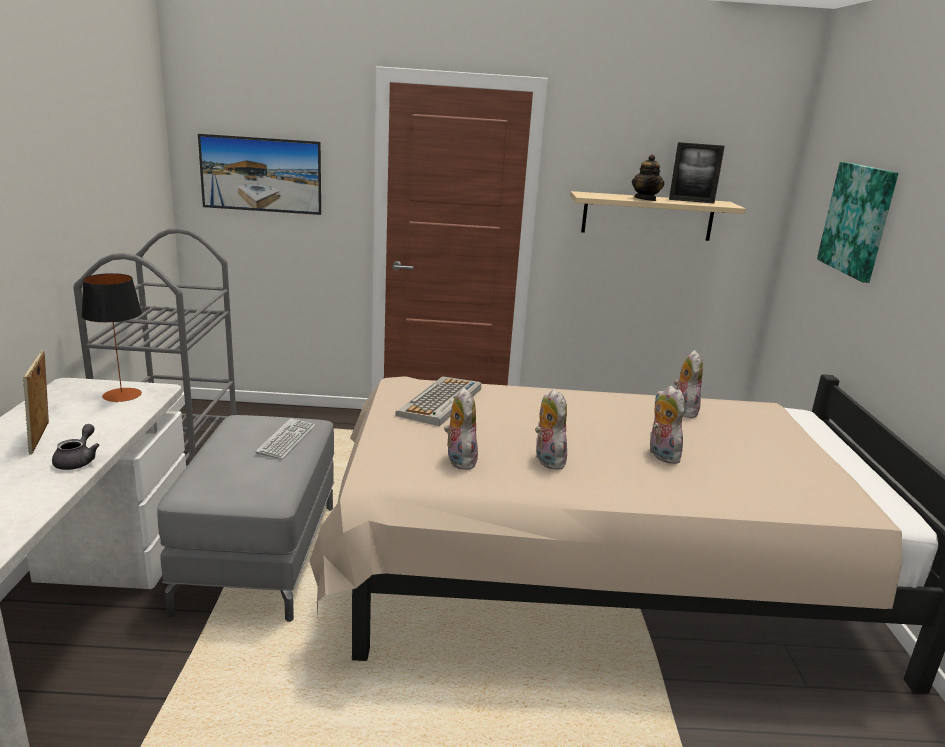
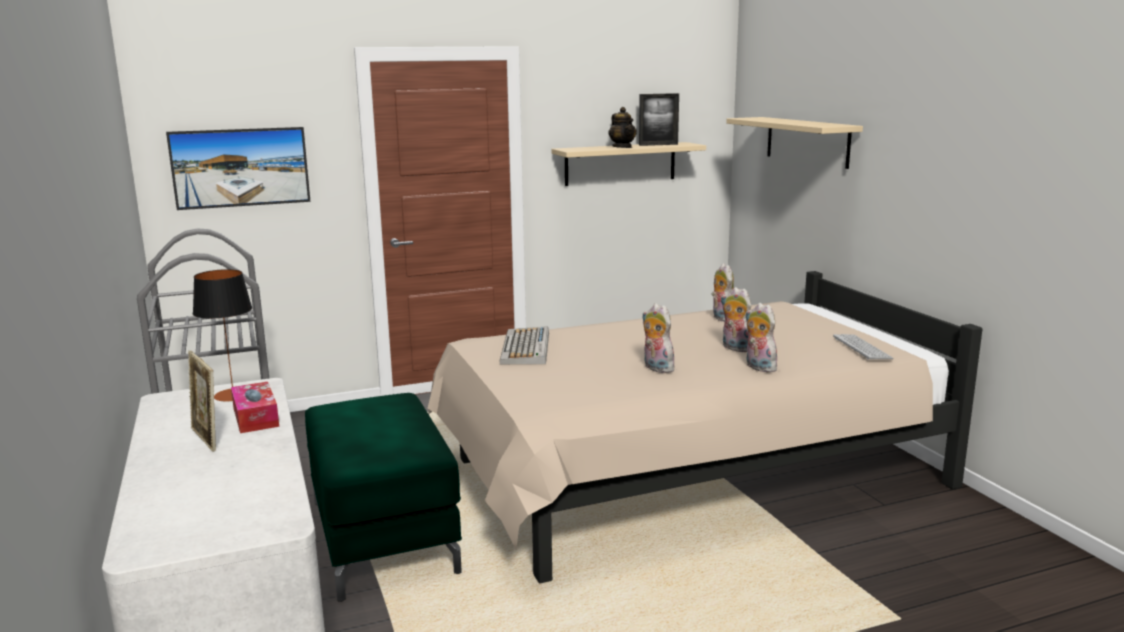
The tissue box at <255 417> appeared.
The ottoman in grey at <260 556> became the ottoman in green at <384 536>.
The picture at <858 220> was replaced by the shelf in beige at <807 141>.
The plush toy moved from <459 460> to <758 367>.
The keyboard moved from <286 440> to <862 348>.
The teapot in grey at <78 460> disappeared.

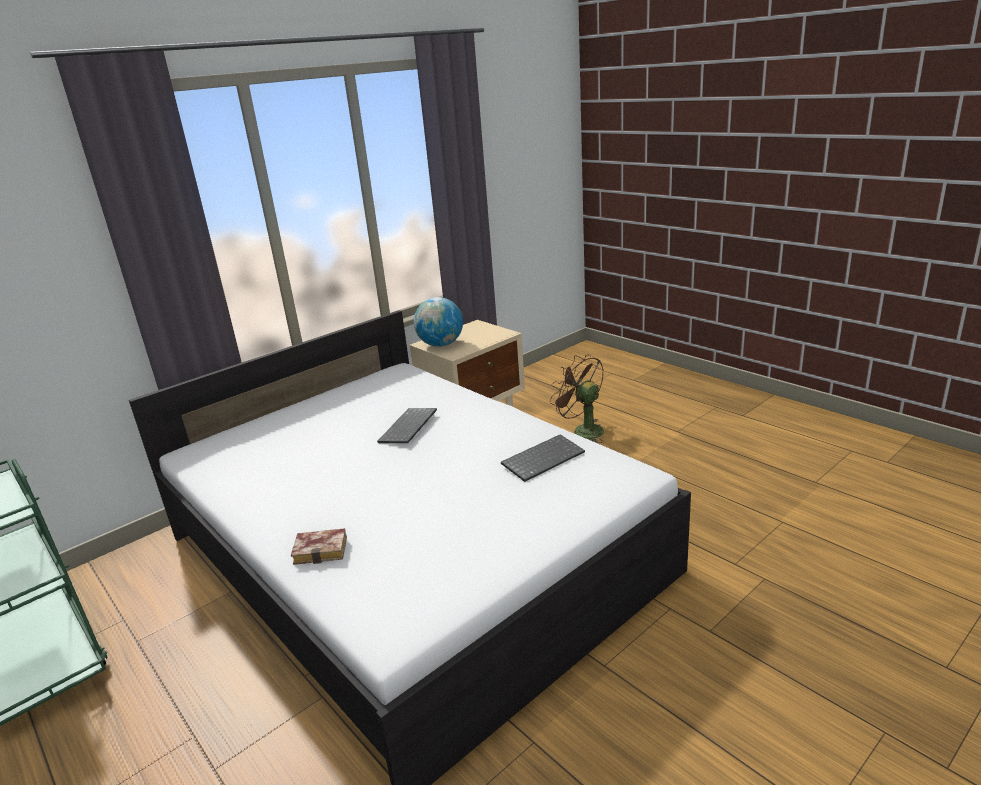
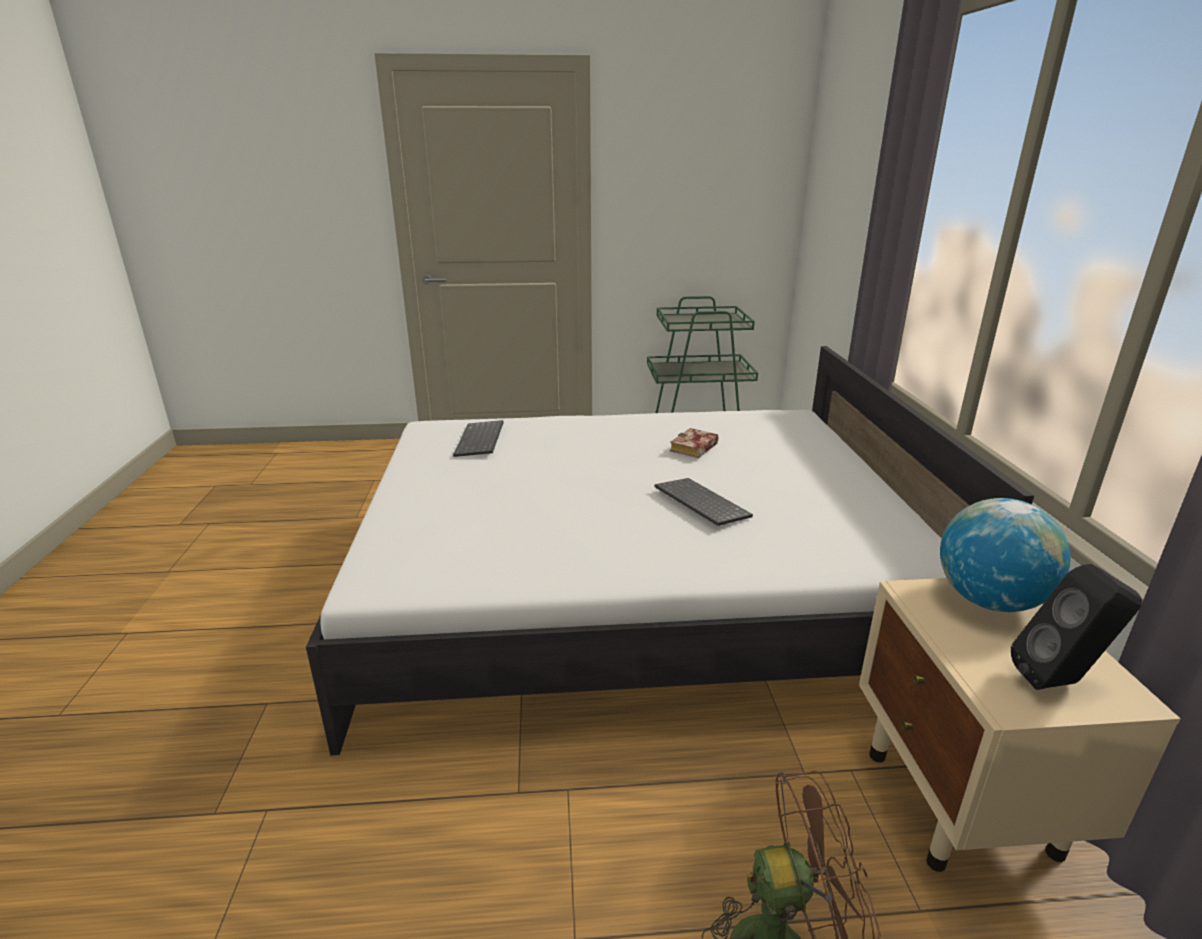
The keyboard moved from <543 458> to <481 441>.
The book moved from <323 550> to <694 449>.
The speaker in black at <1060 681> appeared.

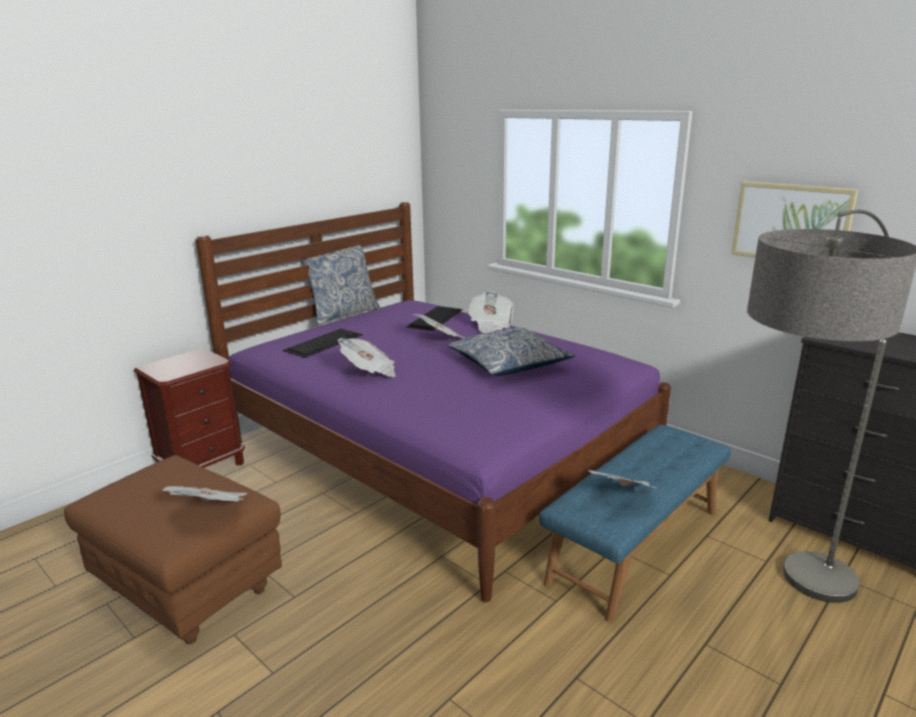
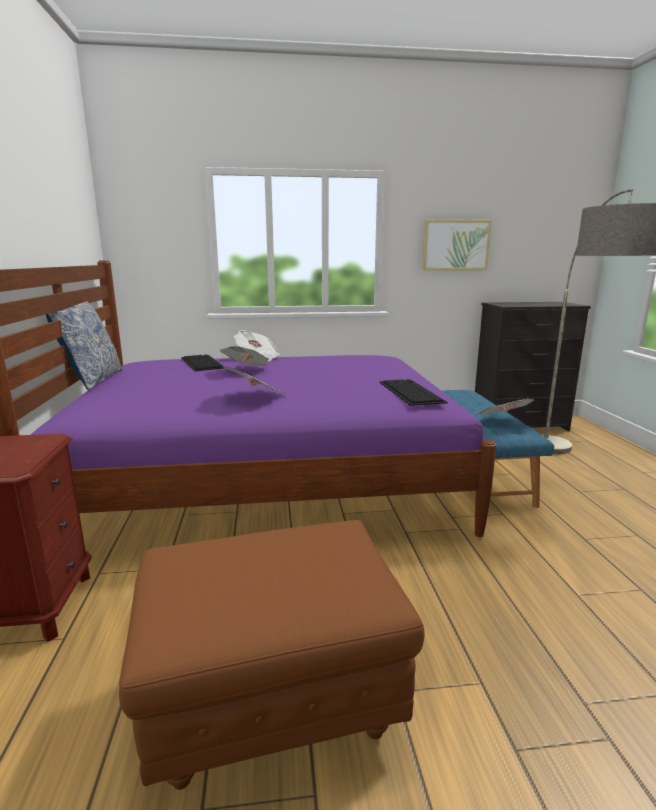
The keyboard moved from <324 342> to <410 391>.
The newspaper at <211 510> disappeared.
The pillow at <508 364> disappeared.

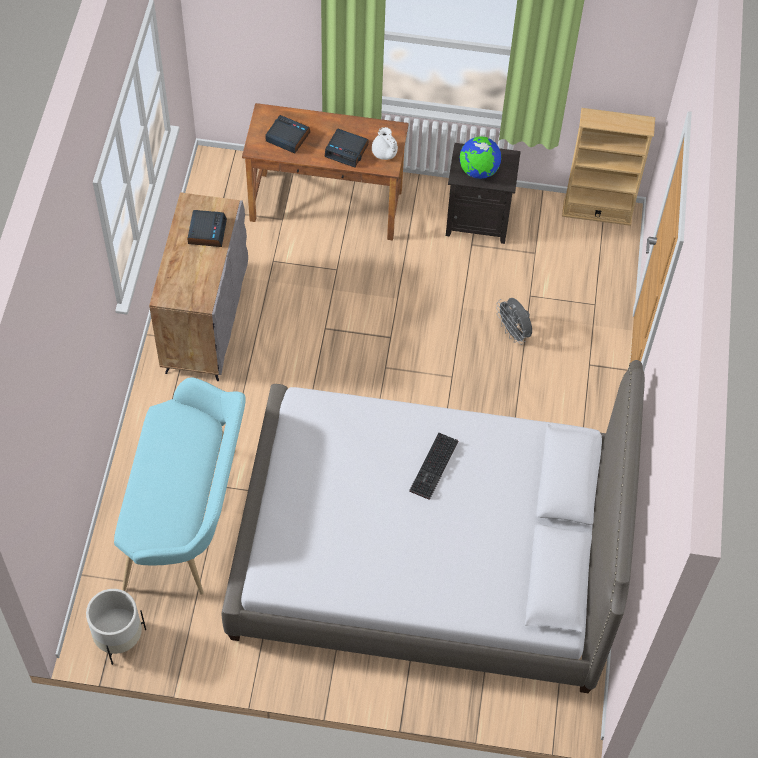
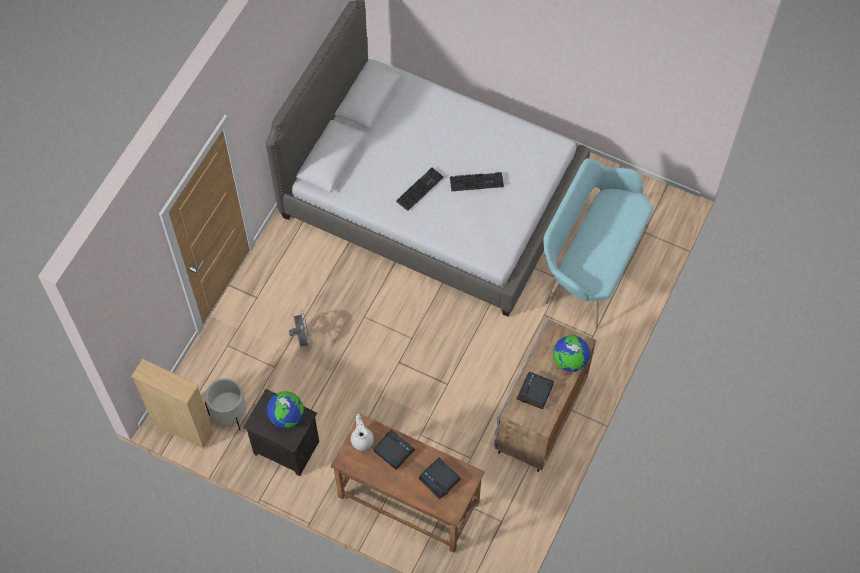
The planter in white moved from <119 638> to <229 414>.
The keyboard at <477 181> appeared.
The globe at <569 361> appeared.

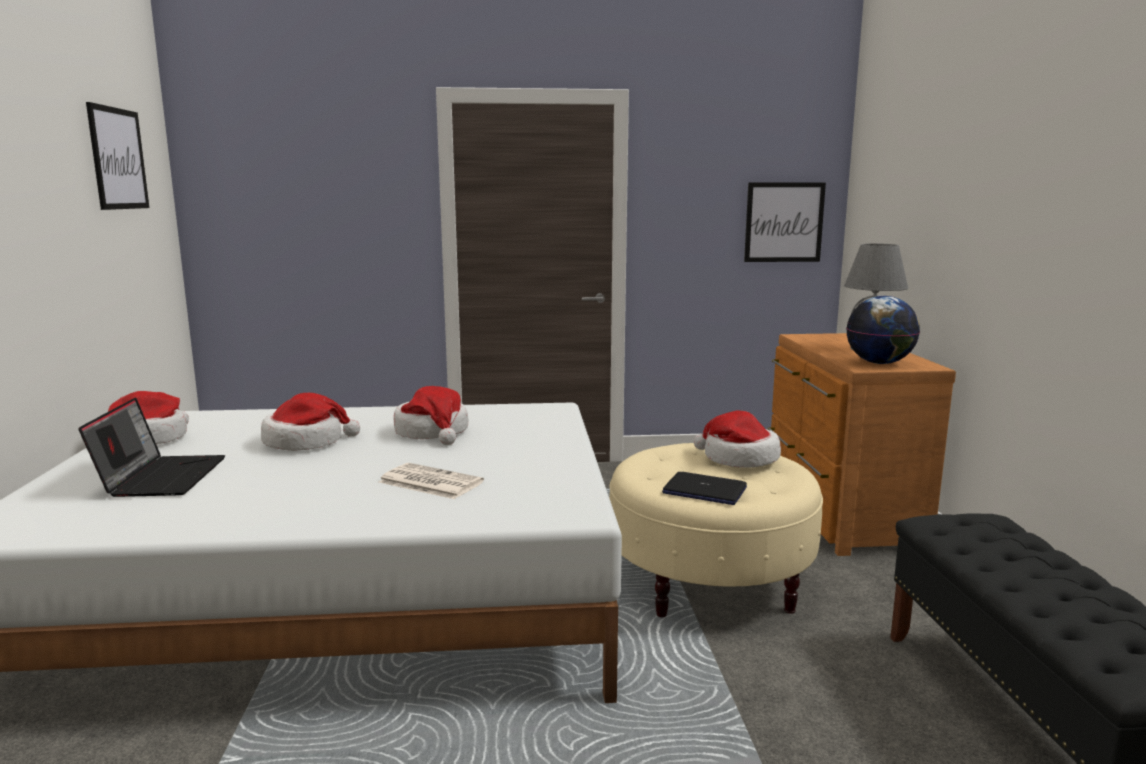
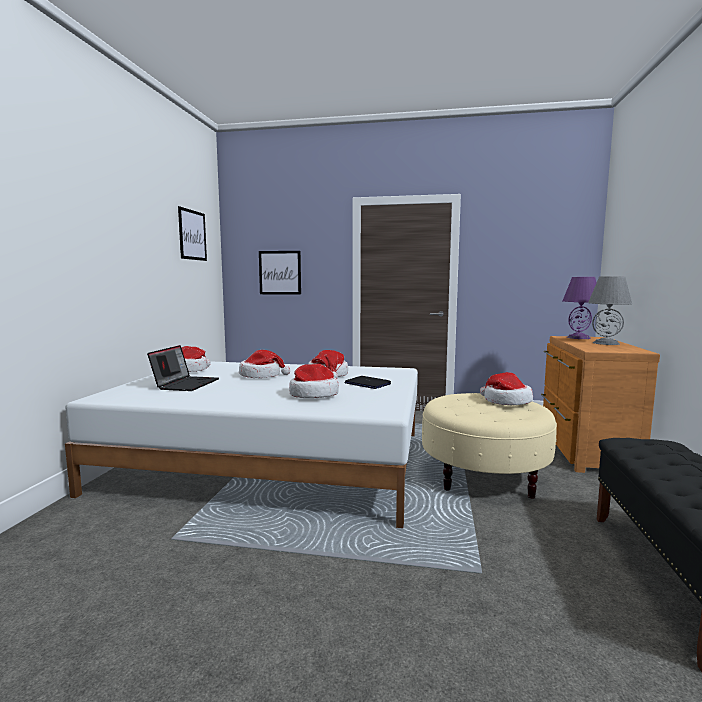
The picture moved from <784 222> to <280 272>.
The newspaper at <429 482> was replaced by the hat at <313 395>.
The laptop moved from <704 491> to <367 383>.
The table lamp in purple at <578 337> appeared.
The globe at <879 363> disappeared.

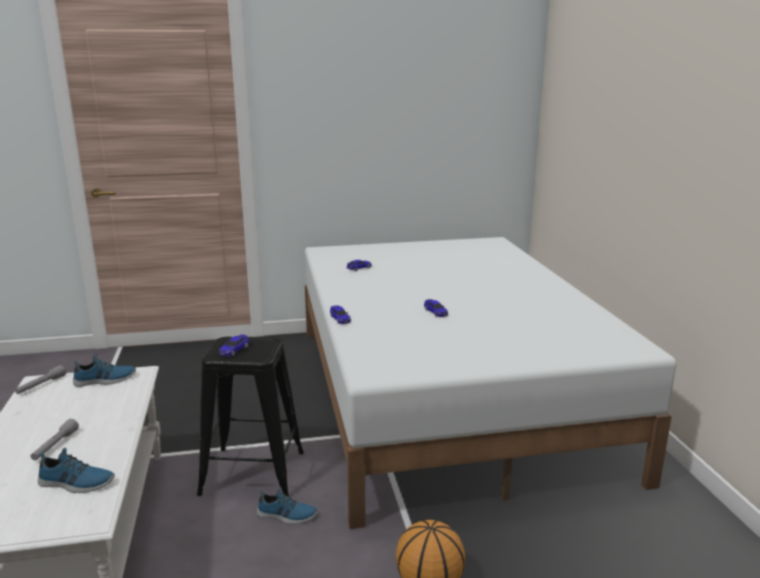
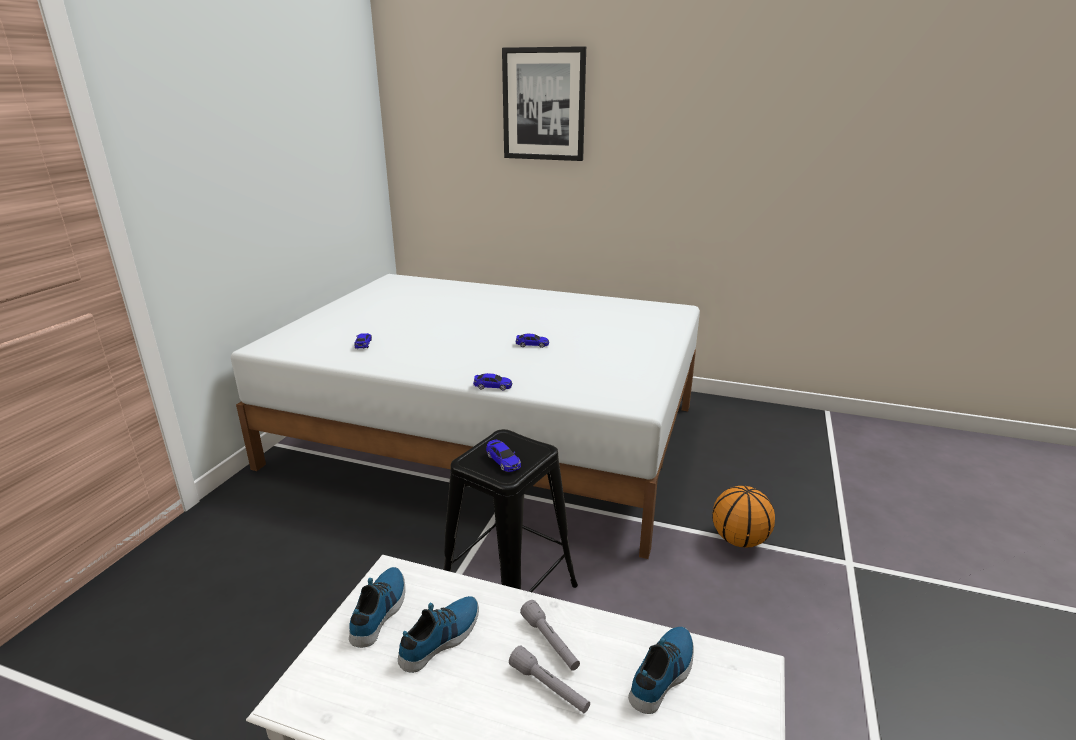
The shoe moved from <286 515> to <442 638>.
The picture at <544 104> appeared.
The flashlight in grey moved from <41 385> to <550 642>.

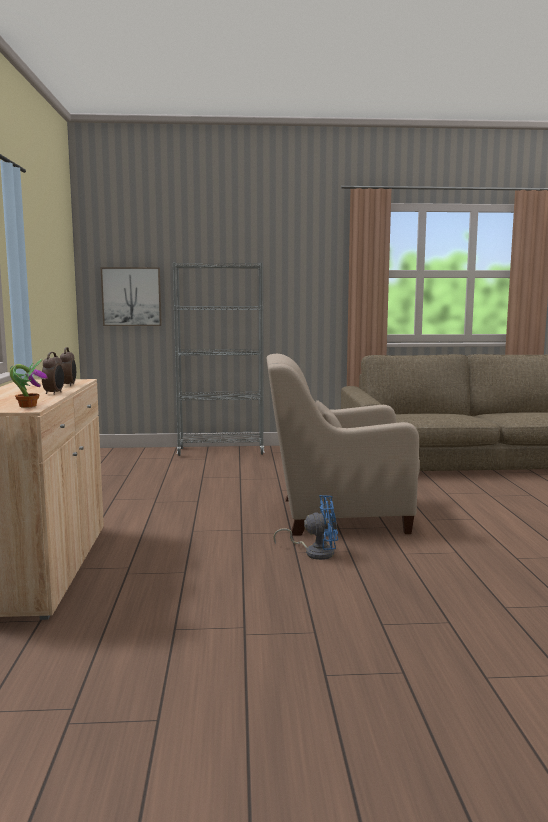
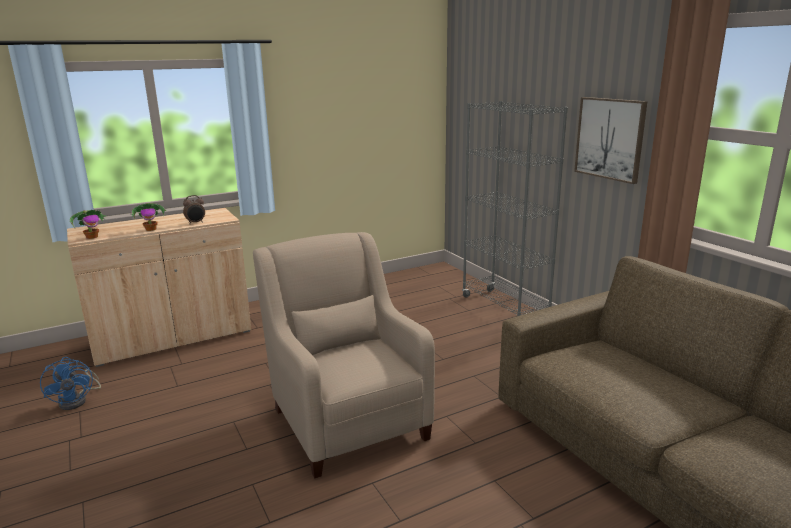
The fan in blue moved from <315 552> to <78 400>.
The alarm clock at <54 393> was replaced by the potted plant at <151 229>.
The picture moved from <131 296> to <610 138>.

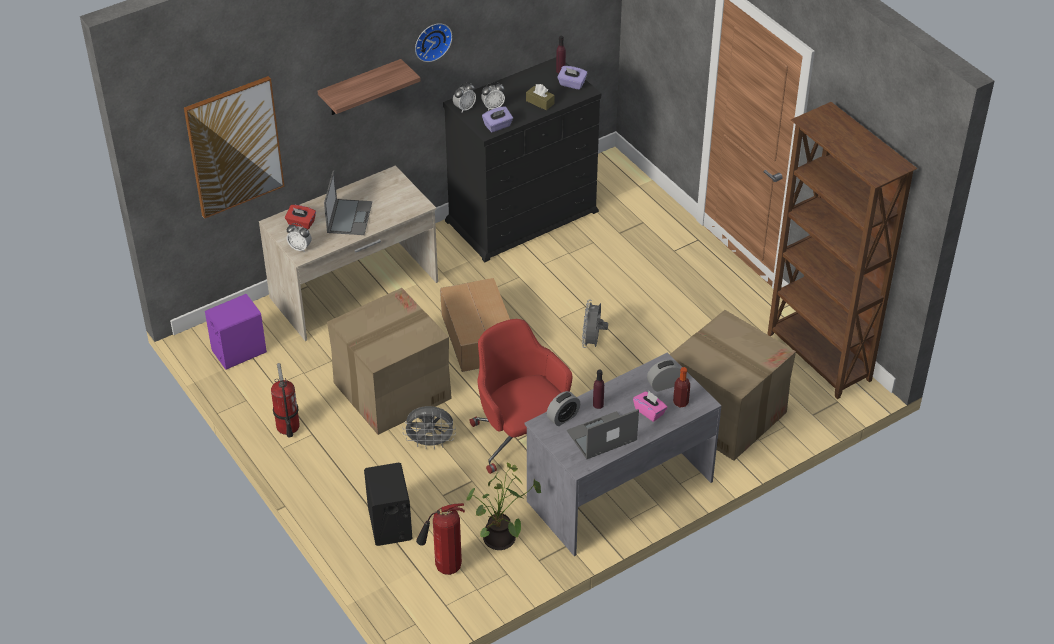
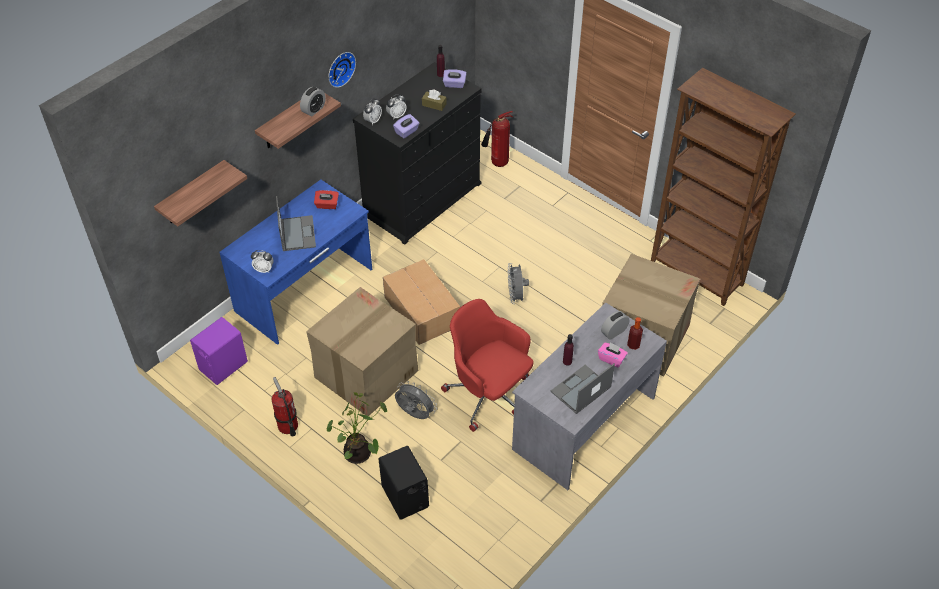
The picture at <234 147> was replaced by the shelf at <192 194>.
The desk in beige at <355 290> became the desk in blue at <305 290>.
The alarm clock moved from <563 417> to <314 110>.
The tissue box in red moved from <301 223> to <327 205>.
The potted plant moved from <501 541> to <359 454>.
The fan in grey at <430 443> turned 135 degrees counterclockwise.
The fire extinguisher moved from <445 568> to <497 164>.

